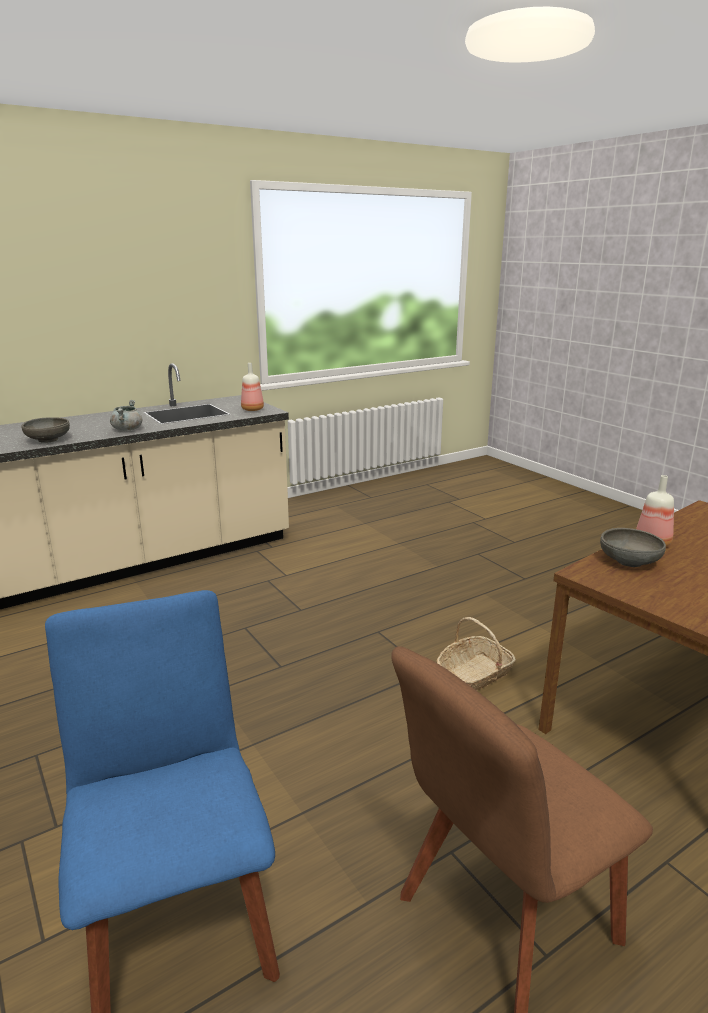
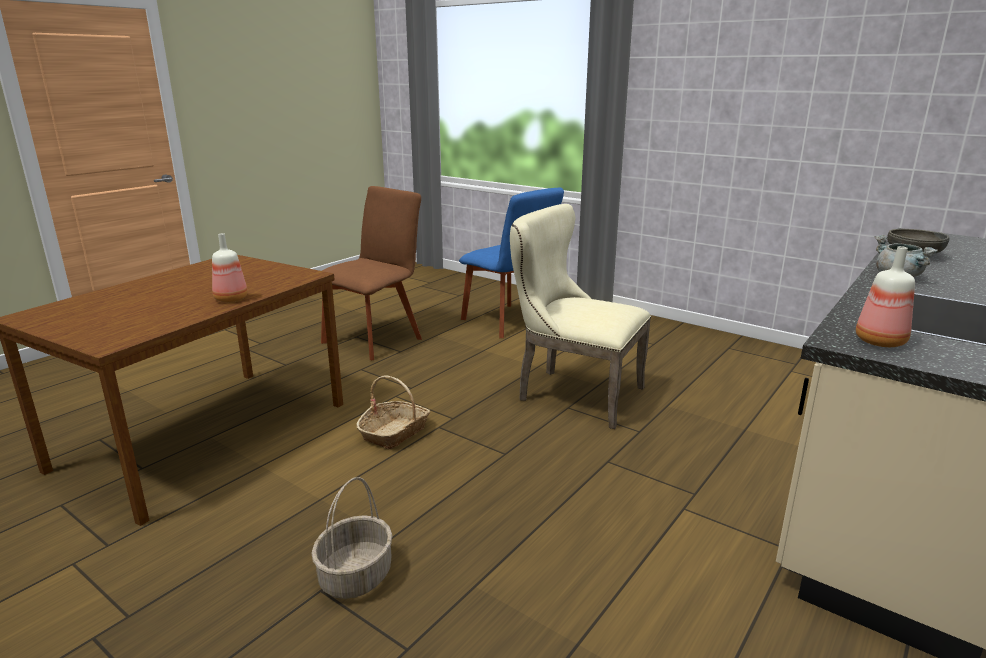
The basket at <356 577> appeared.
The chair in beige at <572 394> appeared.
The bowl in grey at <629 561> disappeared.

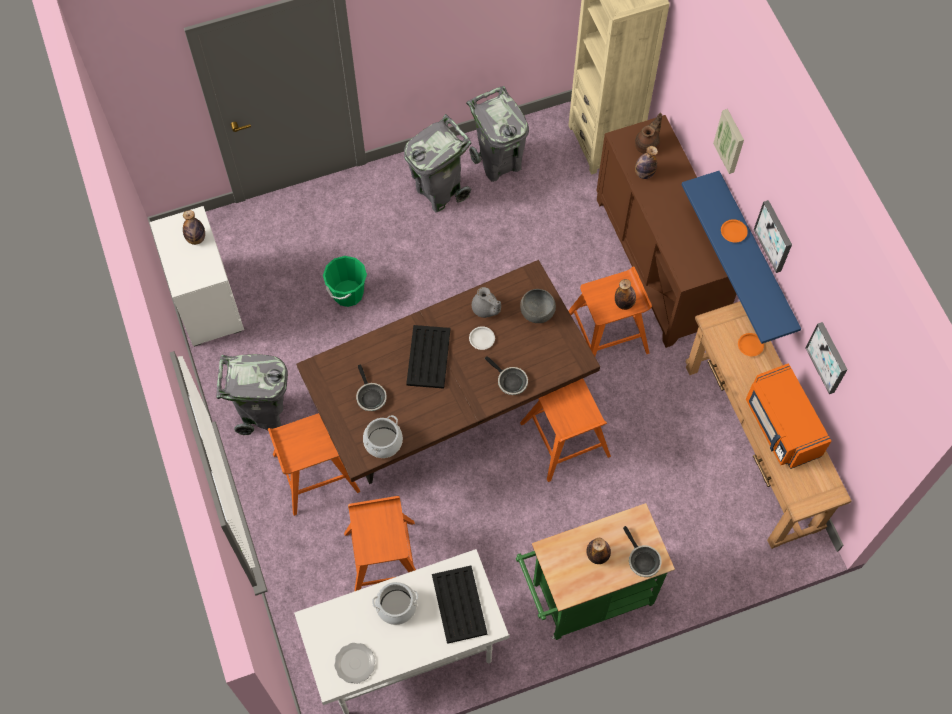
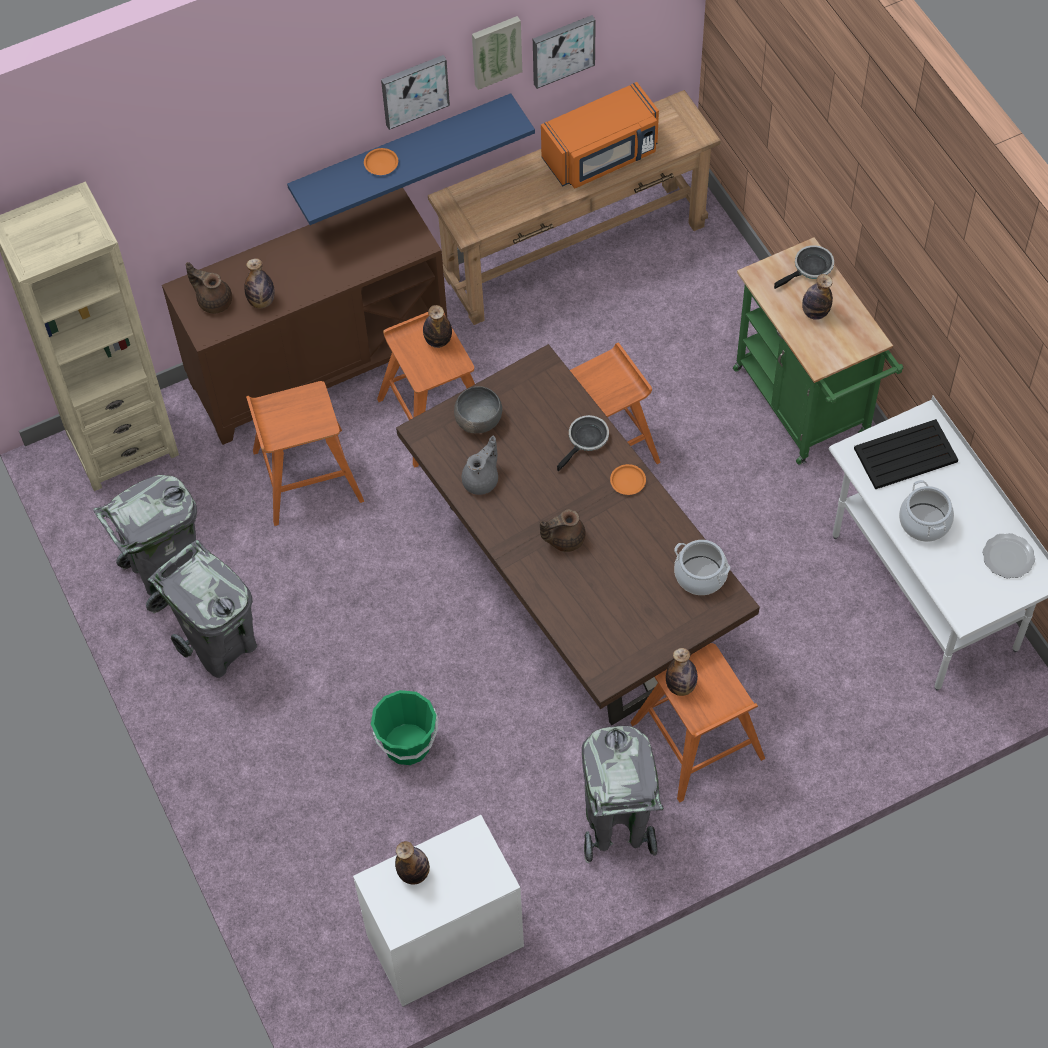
The stool in orange moved from <384 559> to <306 476>.
The picture moved from <730 141> to <495 50>.
The tray in black at <429 356> was replaced by the teapot in brown at <564 539>.
The plate in orange moved from <750 345> to <628 481>.
The bottle at <680 686> appeared.
The frying pan at <370 396> disappeared.
The plate in white at <481 339> disappeared.

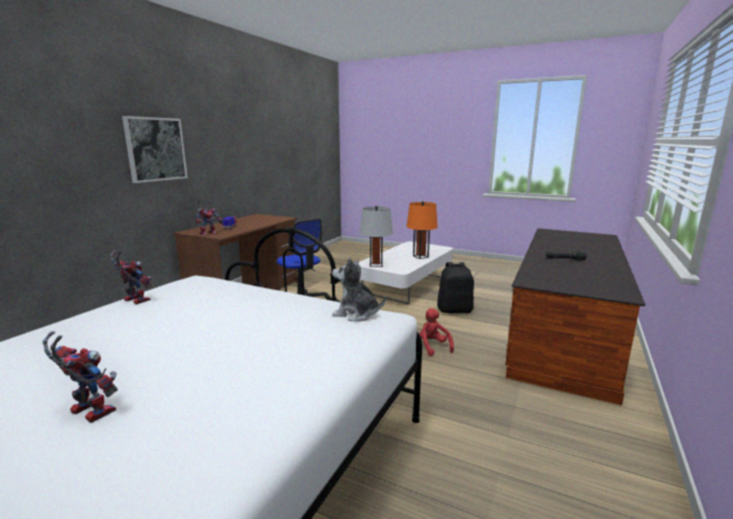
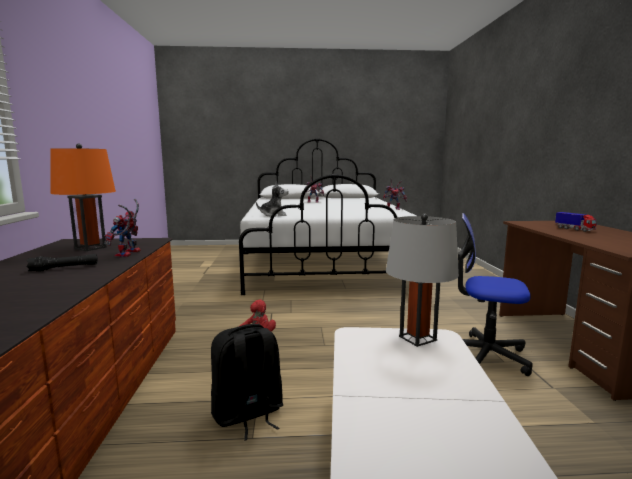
The table lamp in orange moved from <420 256> to <90 248>.
The toy robot moved from <209 233> to <128 254>.
The picture at <155 149> disappeared.

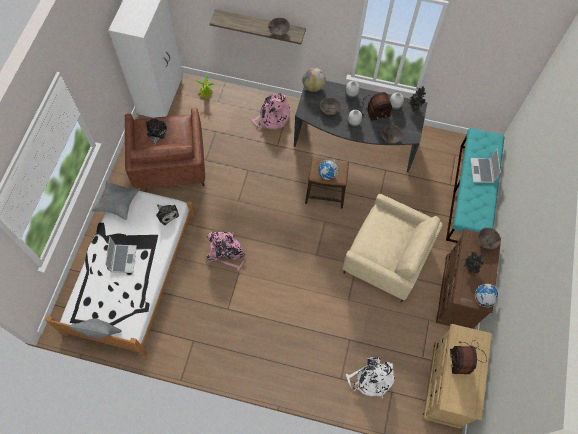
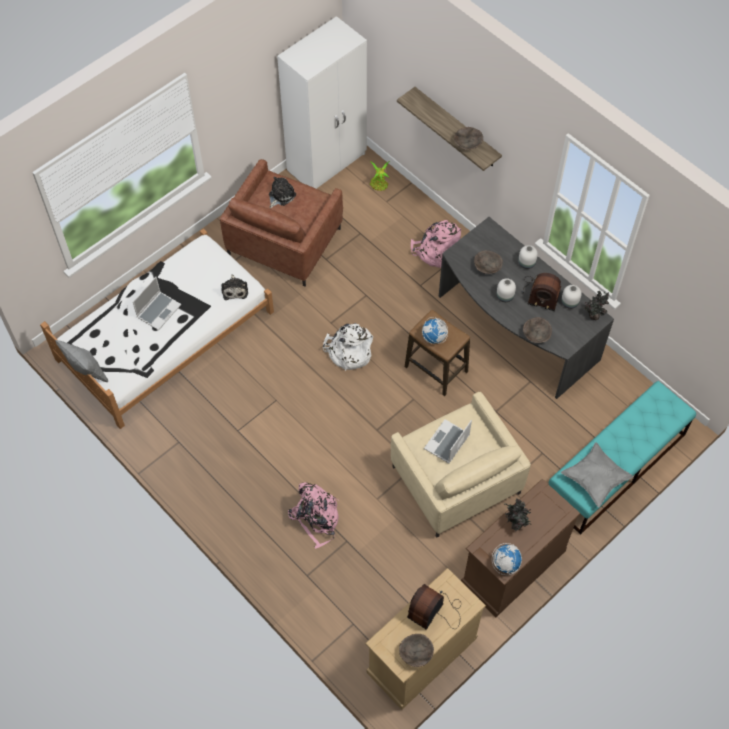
The backpack in pink moved from <226 252> to <316 518>.
The backpack in white moved from <370 379> to <348 352>.
The bowl in brown moved from <486 241> to <416 654>.
The laptop moved from <482 171> to <447 443>.
The pillow in grey moved from <118 203> to <595 479>.
The globe at <313 86> disappeared.

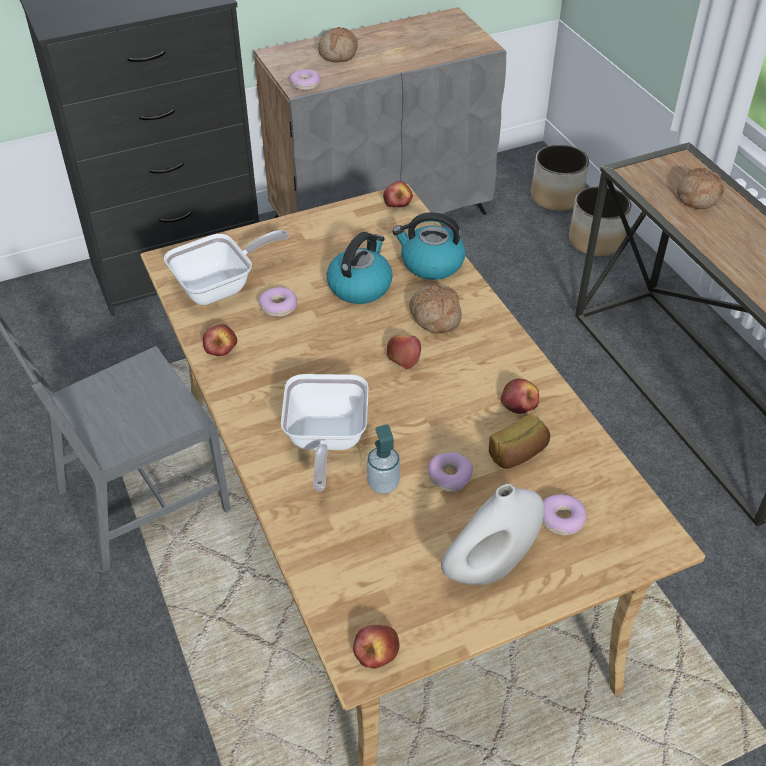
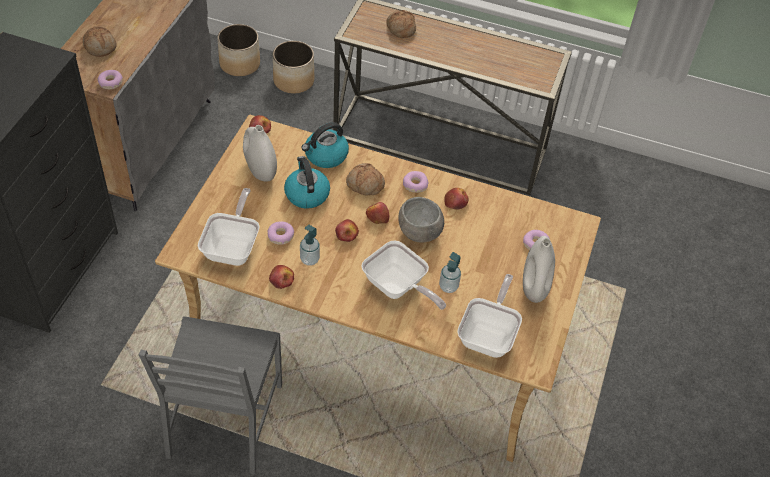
The vase in white at <260 171> appeared.
The soap dispenser at <309 259> appeared.
The apple moved from <376 651> to <346 234>.
The bowl in grey at <420 233> appeared.
The donut moved from <449 476> to <415 185>.
The frying pan at <489 335> appeared.
The bread at <518 454> disappeared.

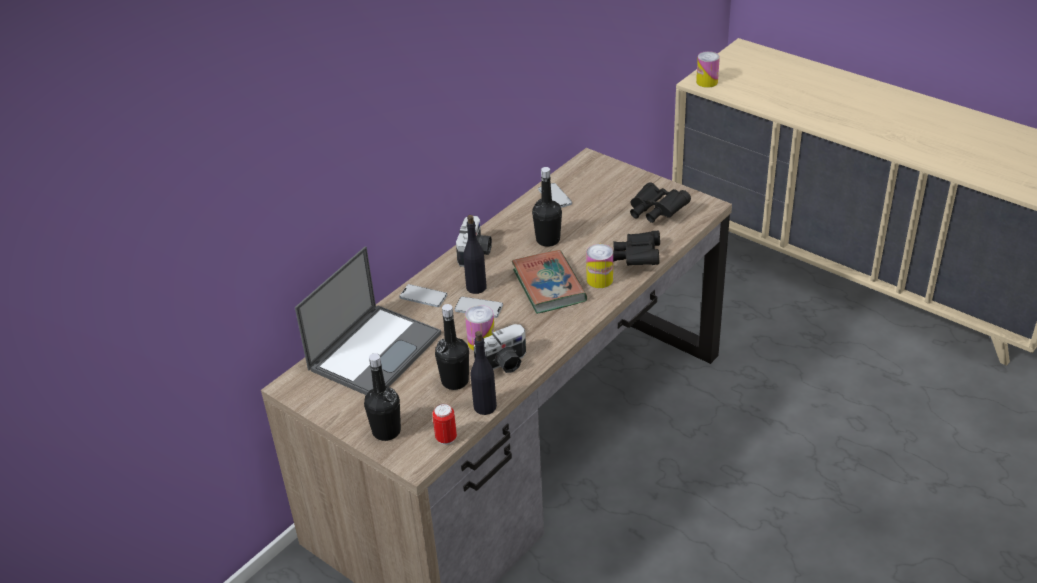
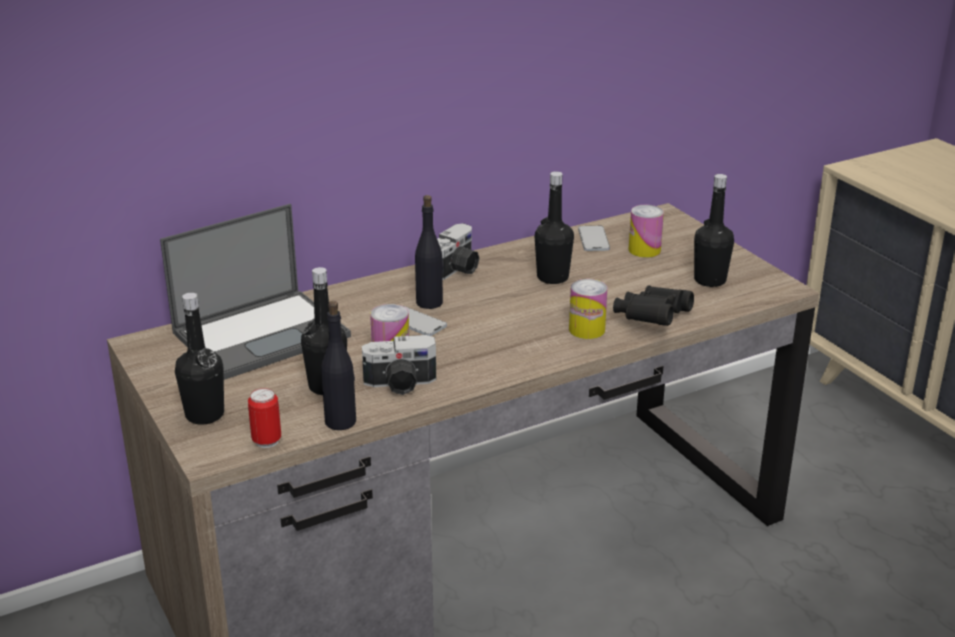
The can moved from <707 82> to <644 250>.
The binoculars in black at <655 212> was replaced by the bottle in black at <710 280>.
The phone at <423 296> disappeared.
The book at <549 286> disappeared.

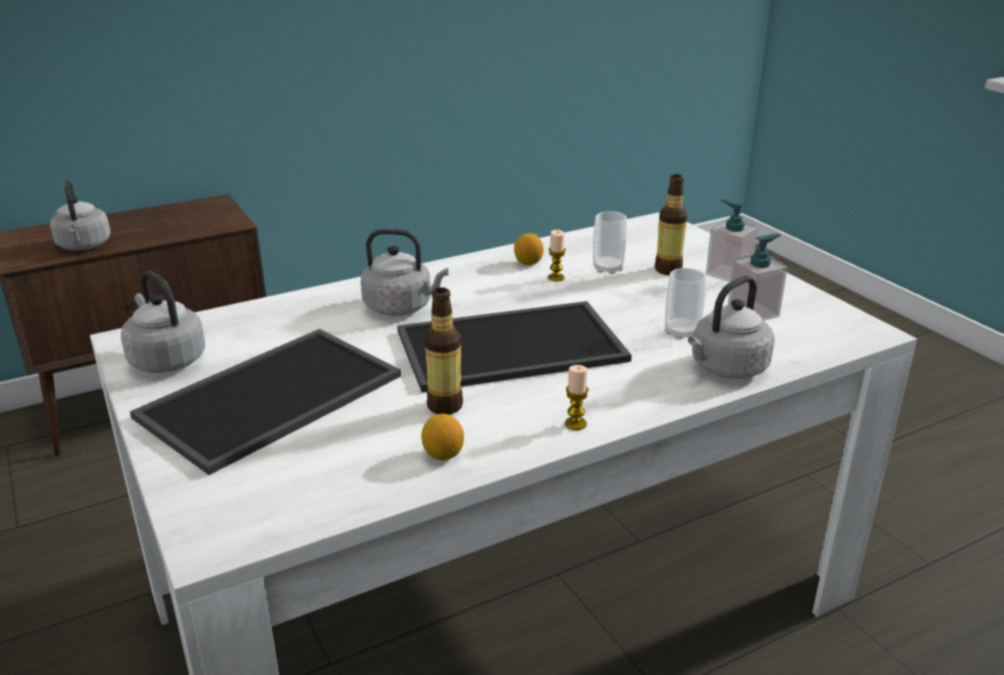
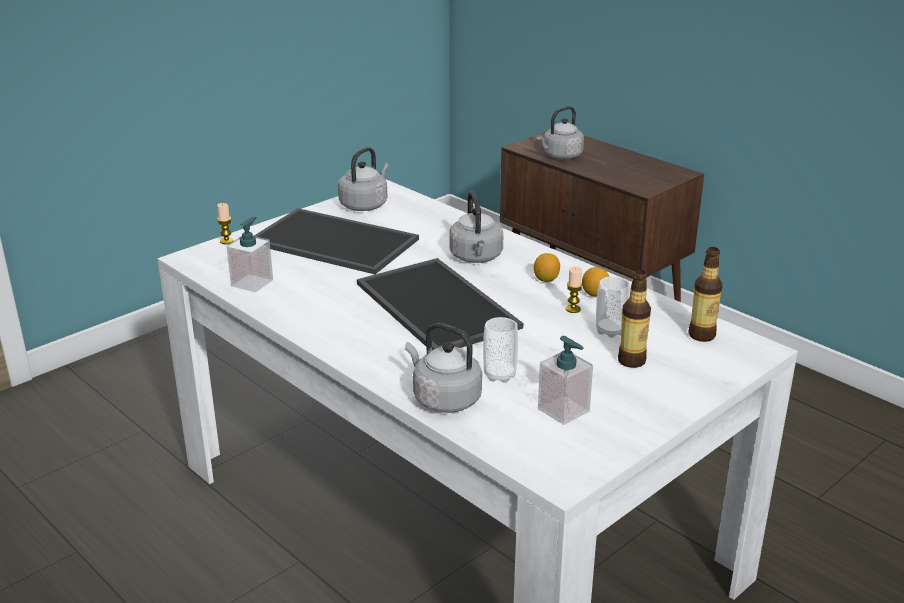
The candle moved from <575 424> to <226 241>.
The soap dispenser moved from <728 274> to <252 283>.
The lemon moved from <443 455> to <546 279>.
The bottle moved from <445 406> to <702 335>.

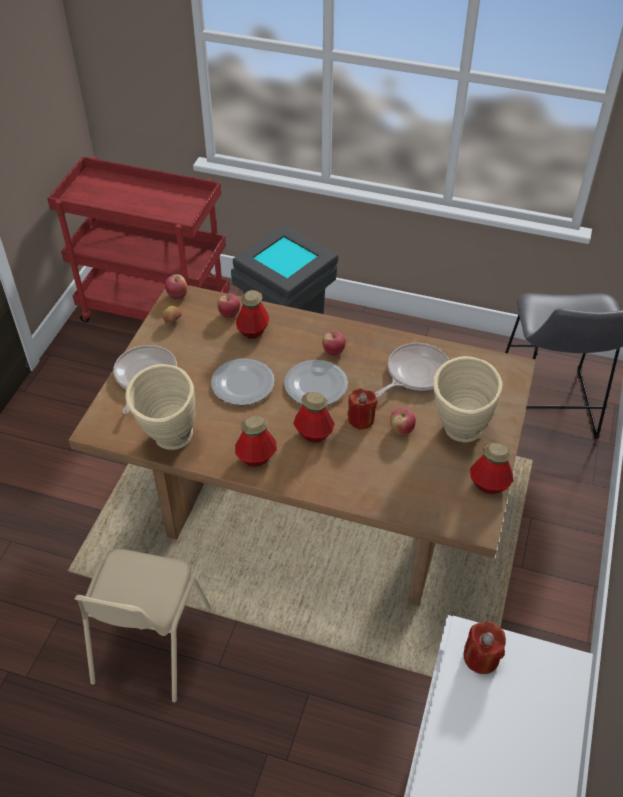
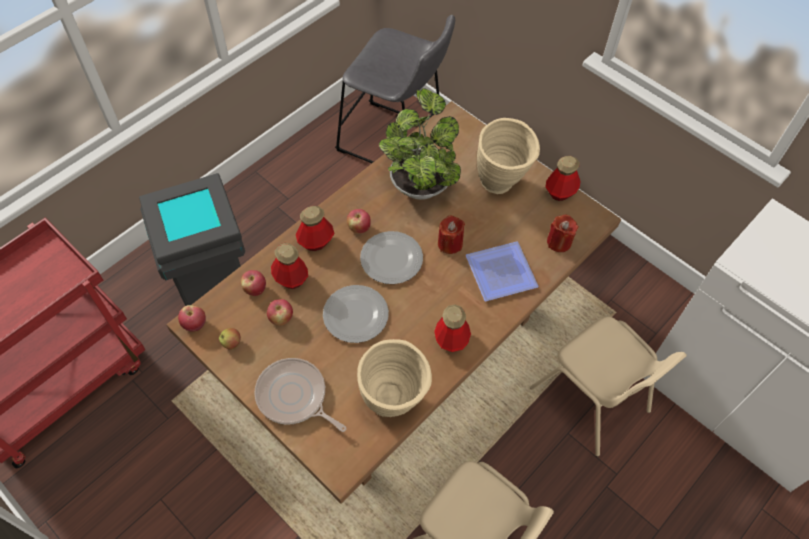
The apple moved from <401 430> to <281 318>.
The bottle moved from <313 433> to <316 242>.
The frying pan at <415 373> was replaced by the potted plant at <420 183>.
The plate at <499 275> appeared.
The chair in beige at <590 400> appeared.
The candle in red moved from <481 657> to <559 242>.

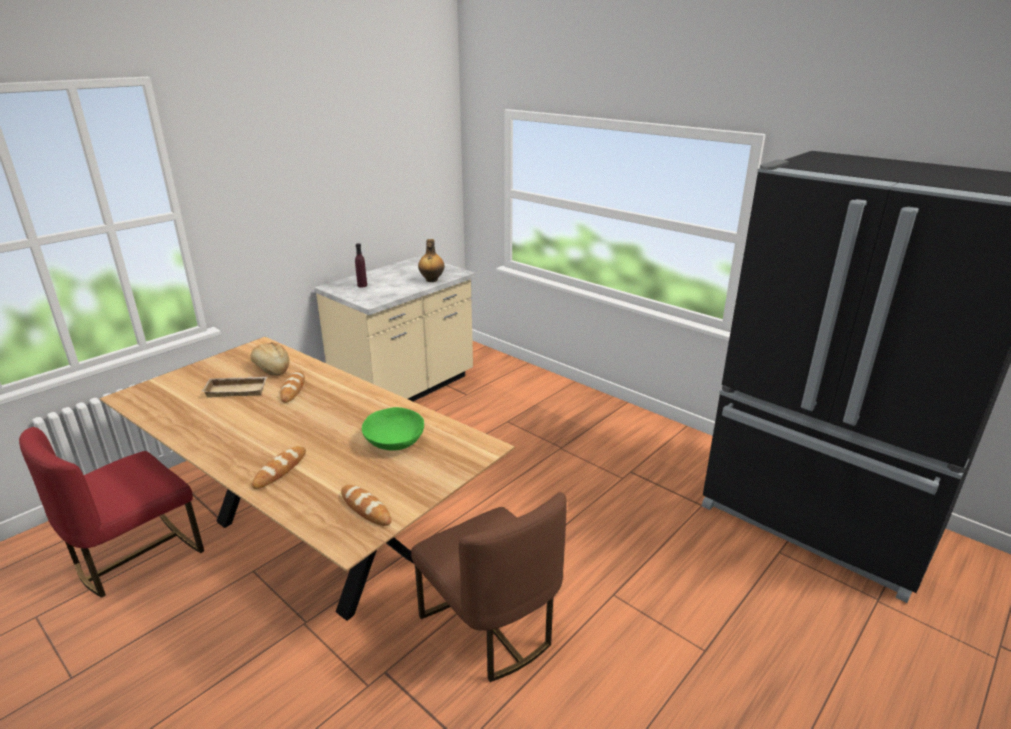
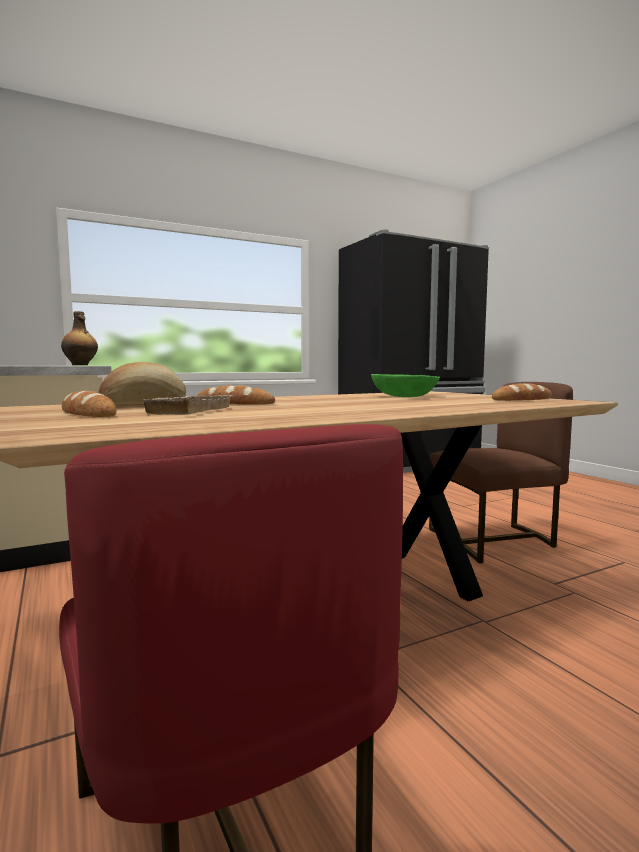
The bread moved from <280 470> to <88 413>.
The bottle in purple at <362 285> disappeared.

